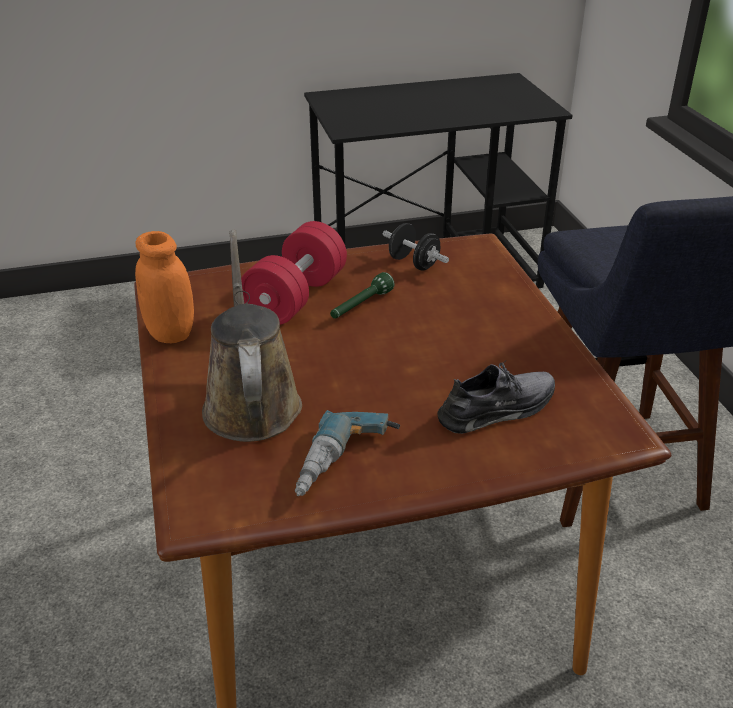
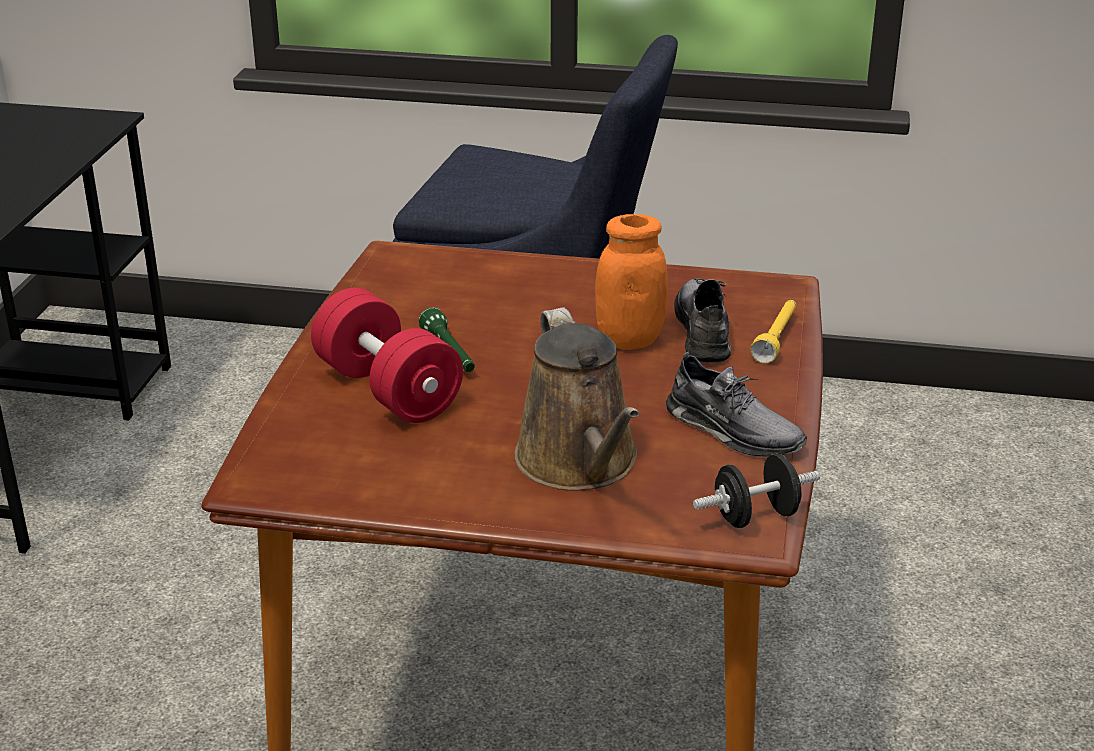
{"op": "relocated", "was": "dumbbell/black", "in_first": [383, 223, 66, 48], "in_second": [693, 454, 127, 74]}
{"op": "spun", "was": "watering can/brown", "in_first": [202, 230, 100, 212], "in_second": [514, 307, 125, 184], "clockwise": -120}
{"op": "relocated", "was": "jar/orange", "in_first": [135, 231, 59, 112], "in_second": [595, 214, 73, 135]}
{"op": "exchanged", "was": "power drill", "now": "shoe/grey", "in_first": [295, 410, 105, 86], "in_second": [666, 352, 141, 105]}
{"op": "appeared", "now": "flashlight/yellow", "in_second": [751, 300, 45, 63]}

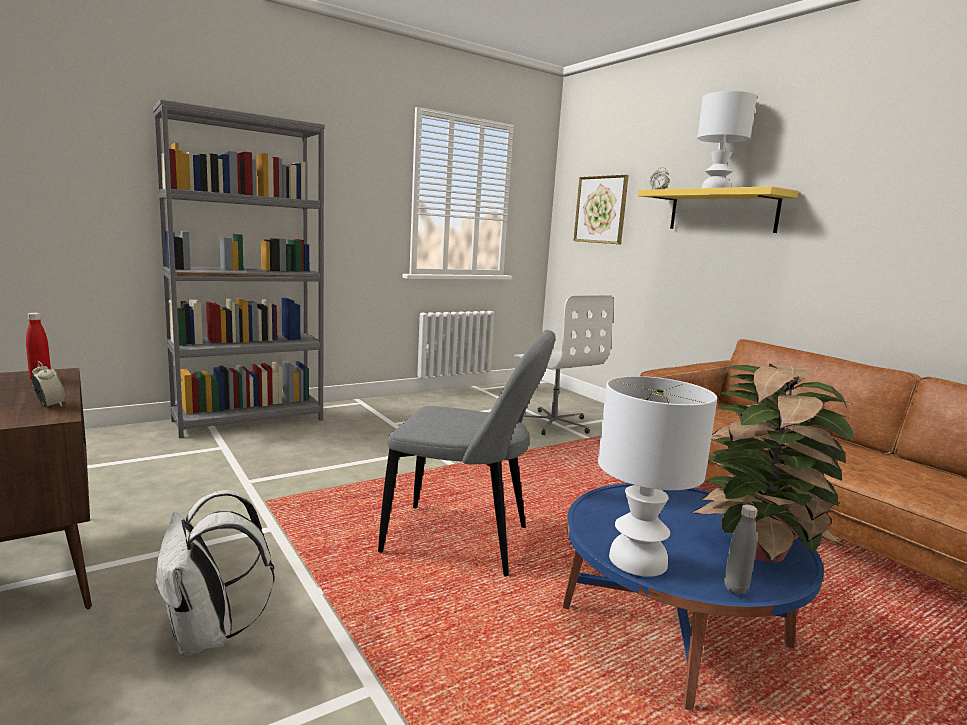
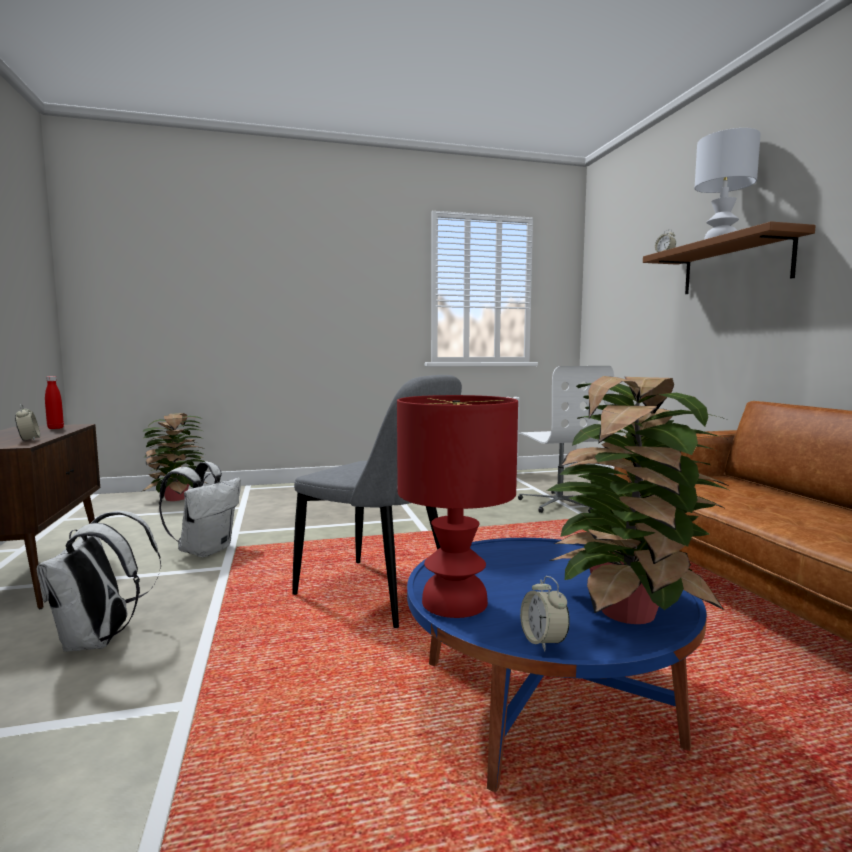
{"op": "missing", "was": "bookcase/grey", "in_first": [153, 99, 172, 340]}
{"op": "missing", "was": "picture", "in_first": [574, 175, 55, 69]}
{"op": "colour", "was": "shelf/yellow", "now": "shelf/brown", "in_first": [638, 186, 161, 47], "in_second": [643, 222, 173, 72]}
{"op": "colour", "was": "table lamp/white", "now": "table lamp/red", "in_first": [598, 376, 119, 201], "in_second": [397, 395, 121, 223]}
{"op": "exchanged", "was": "bottle/grey", "now": "alarm clock", "in_first": [724, 505, 33, 89], "in_second": [520, 576, 50, 76]}
{"op": "appeared", "now": "potted plant", "in_second": [141, 413, 68, 88]}
{"op": "appeared", "now": "backpack/white", "in_second": [159, 461, 82, 96]}

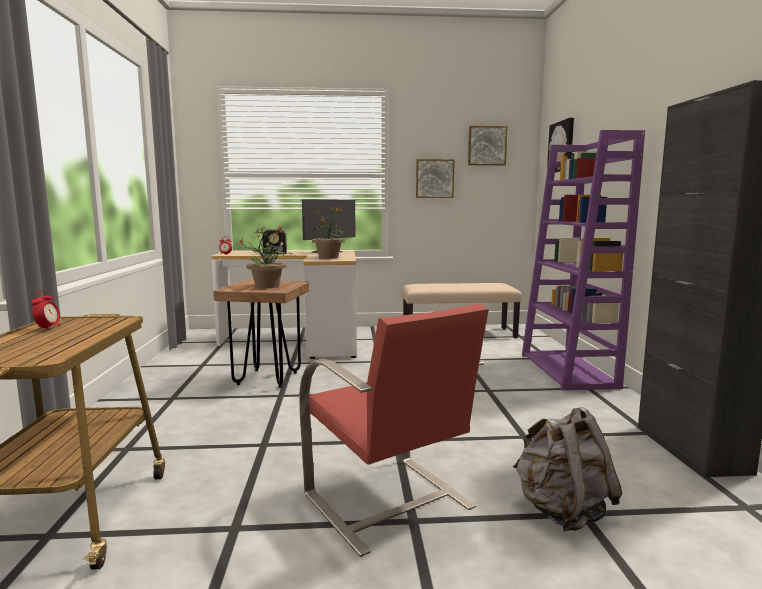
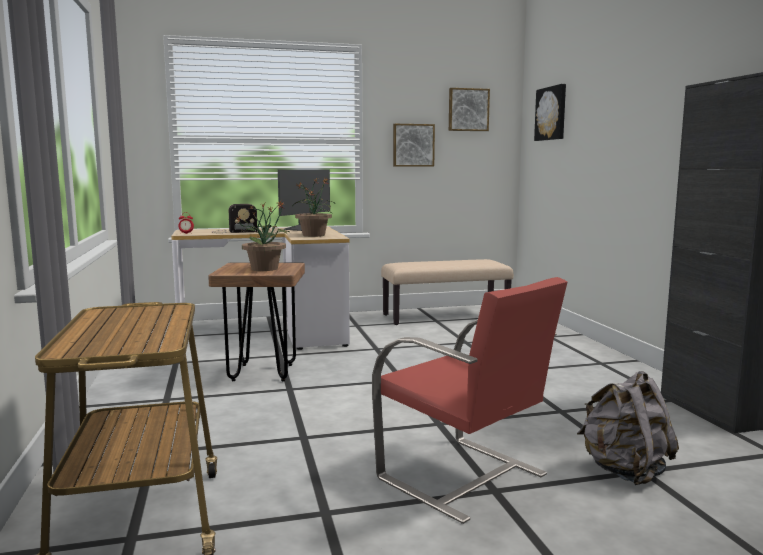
{"op": "missing", "was": "bookcase/purple", "in_first": [522, 130, 123, 260]}
{"op": "missing", "was": "alarm clock", "in_first": [31, 290, 29, 40]}

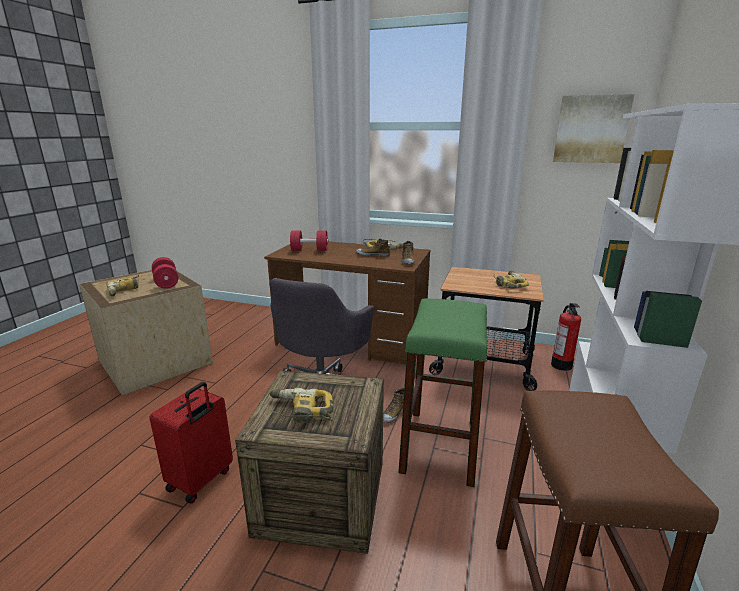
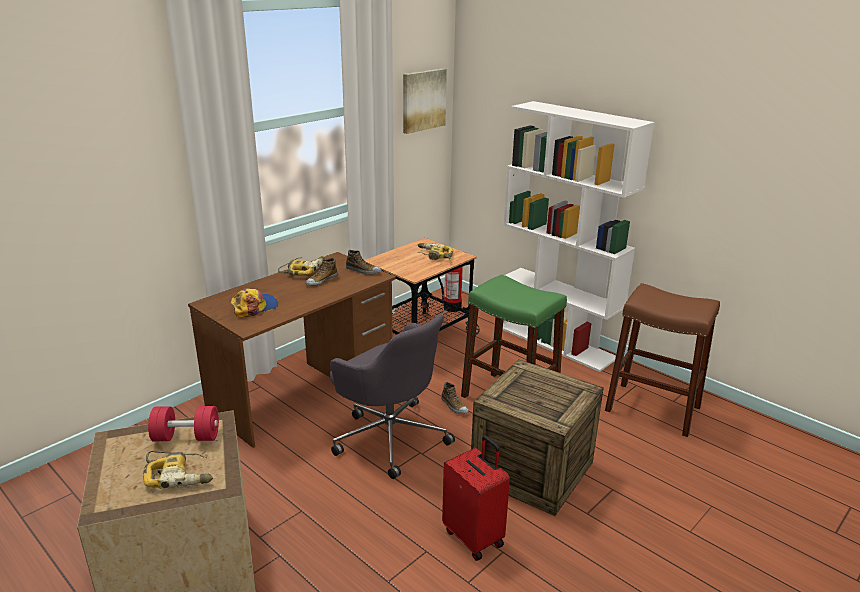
{"op": "exchanged", "was": "dumbbell/red", "now": "cap", "in_first": [290, 231, 38, 20], "in_second": [231, 288, 47, 29]}
{"op": "missing", "was": "power drill", "in_first": [269, 388, 65, 35]}

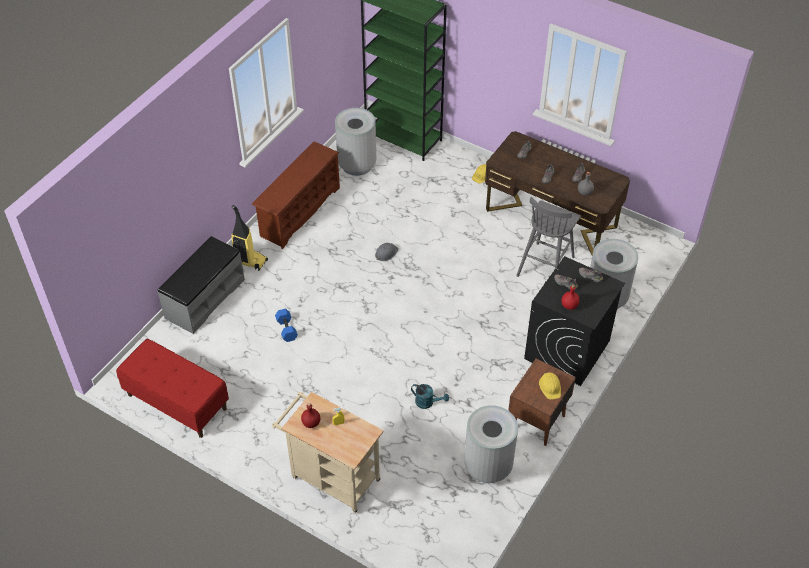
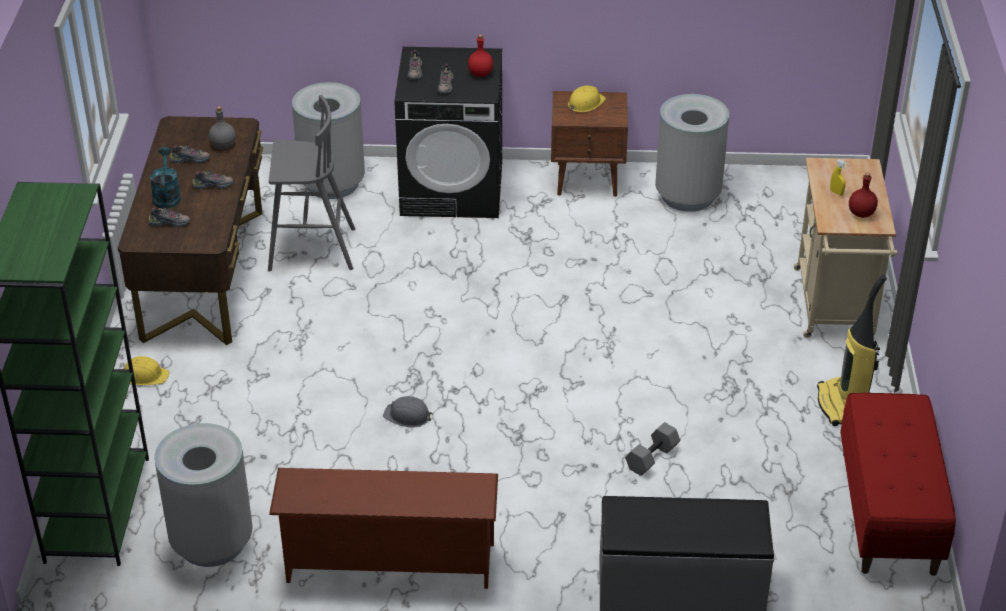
{"op": "relocated", "was": "vacuum cleaner", "in_first": [231, 205, 37, 66], "in_second": [817, 275, 70, 151]}
{"op": "colour", "was": "dumbbell/blue", "now": "dumbbell/grey", "in_first": [275, 309, 23, 33], "in_second": [625, 422, 55, 54]}
{"op": "relocated", "was": "watering can/turquoise", "in_first": [411, 384, 38, 25], "in_second": [150, 147, 31, 62]}

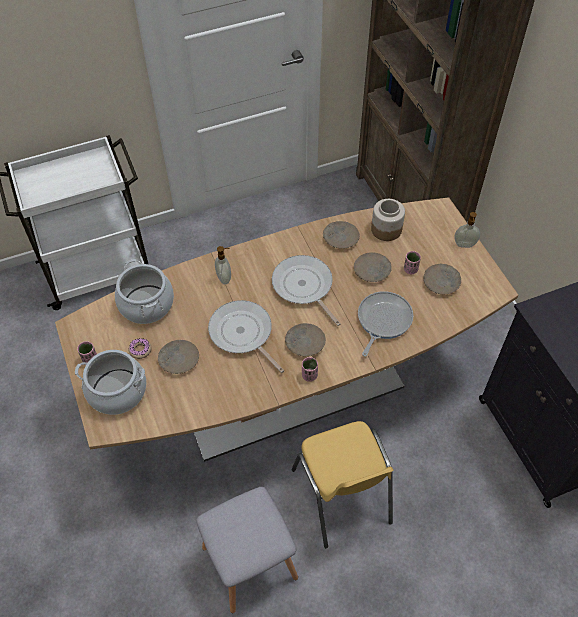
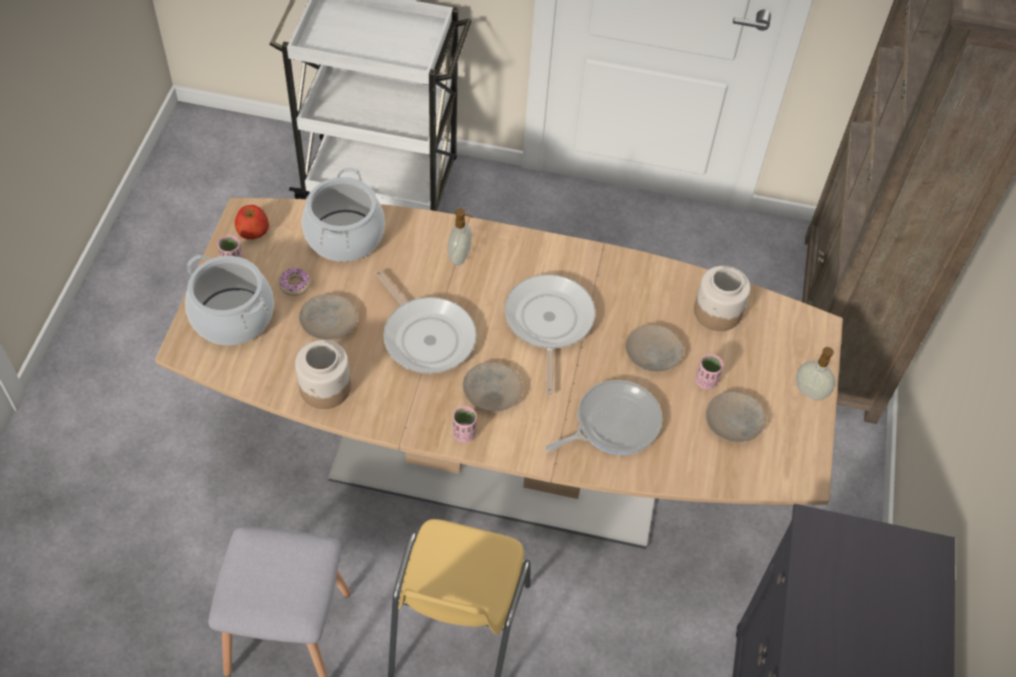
{"op": "missing", "was": "plate/beige", "in_first": [323, 221, 37, 28]}
{"op": "spun", "was": "frying pan", "in_first": [208, 300, 76, 73], "in_second": [375, 270, 102, 104], "clockwise": 150}
{"op": "appeared", "now": "apple", "in_second": [235, 205, 34, 34]}
{"op": "appeared", "now": "jar", "in_second": [295, 340, 56, 69]}

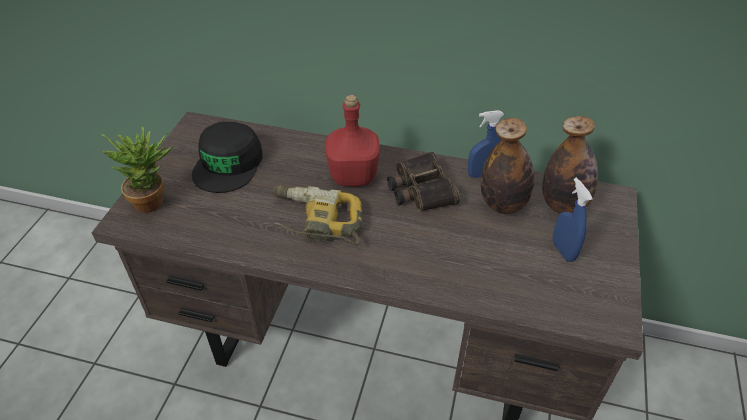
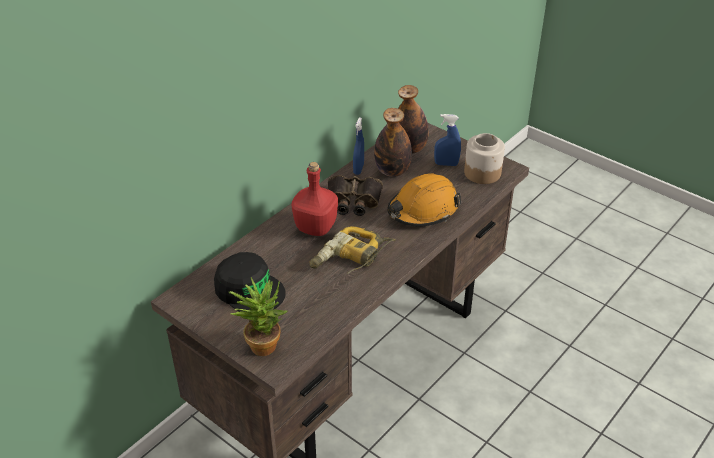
{"op": "appeared", "now": "jar", "in_second": [464, 133, 41, 51]}
{"op": "appeared", "now": "hard hat/orange", "in_second": [387, 173, 74, 54]}

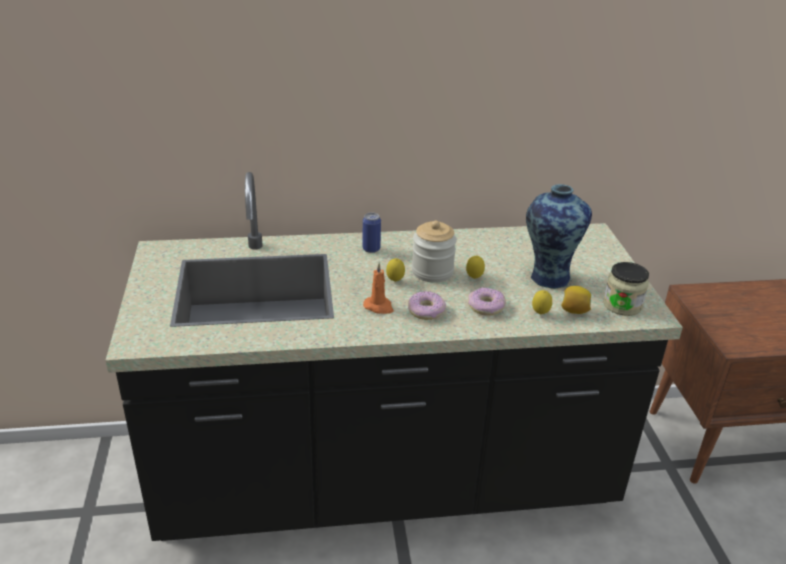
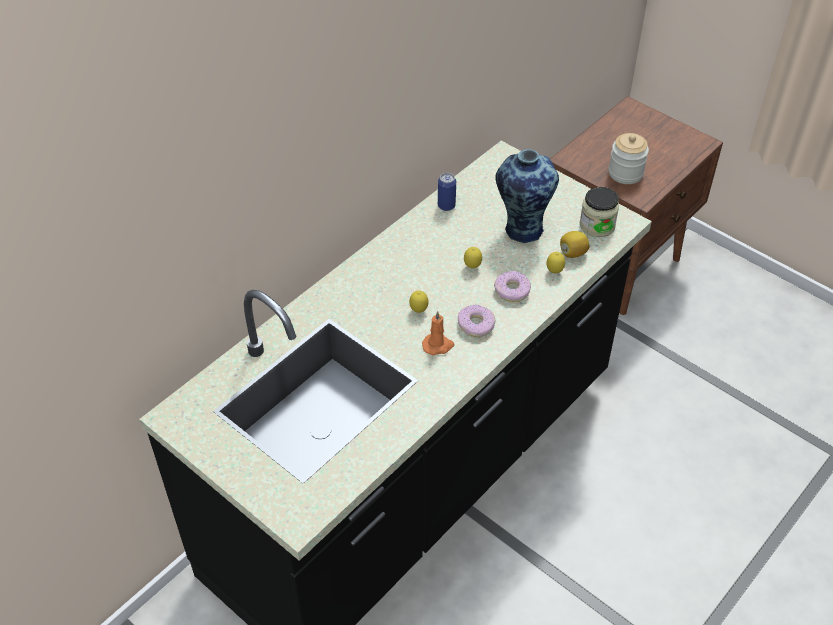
{"op": "relocated", "was": "can", "in_first": [362, 213, 19, 40], "in_second": [438, 173, 18, 38]}
{"op": "relocated", "was": "jar", "in_first": [412, 221, 45, 62], "in_second": [609, 133, 40, 51]}

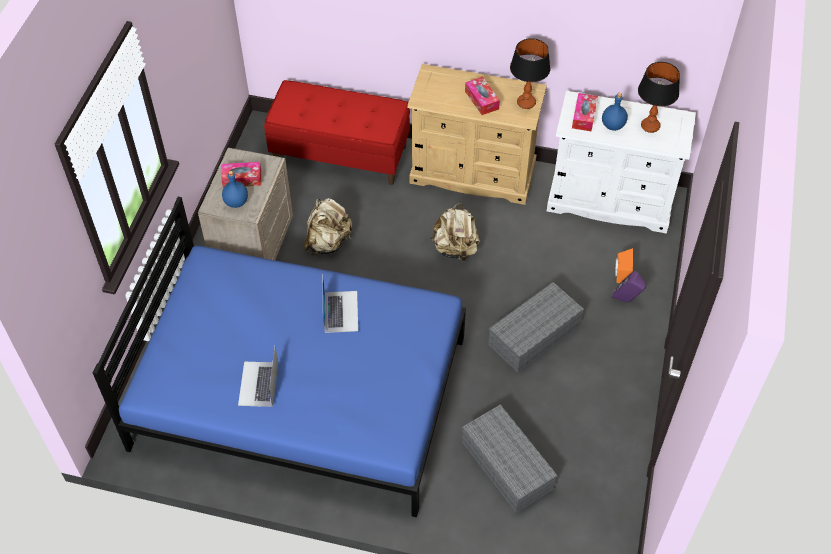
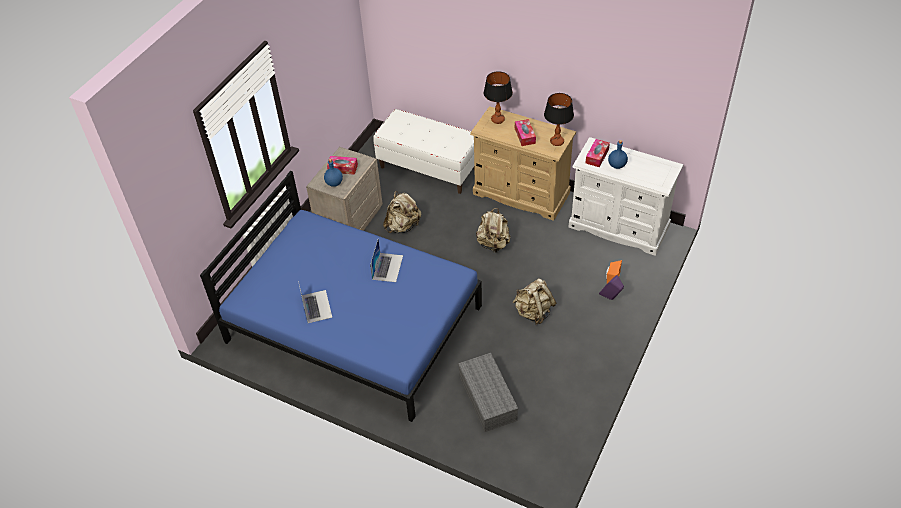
{"op": "relocated", "was": "table lamp", "in_first": [638, 62, 42, 71], "in_second": [484, 71, 29, 53]}
{"op": "colour", "was": "bench/red", "now": "bench/white", "in_first": [264, 80, 146, 105], "in_second": [373, 109, 102, 85]}
{"op": "exchanged", "was": "storage box/grey", "now": "backpack/beige", "in_first": [488, 282, 96, 90], "in_second": [513, 279, 43, 46]}
{"op": "spun", "was": "laptop", "in_first": [238, 347, 40, 60], "in_second": [298, 281, 34, 42], "clockwise": 150}

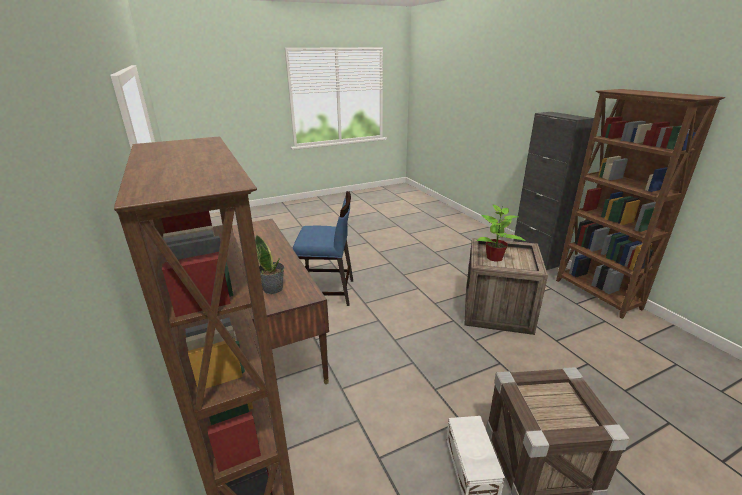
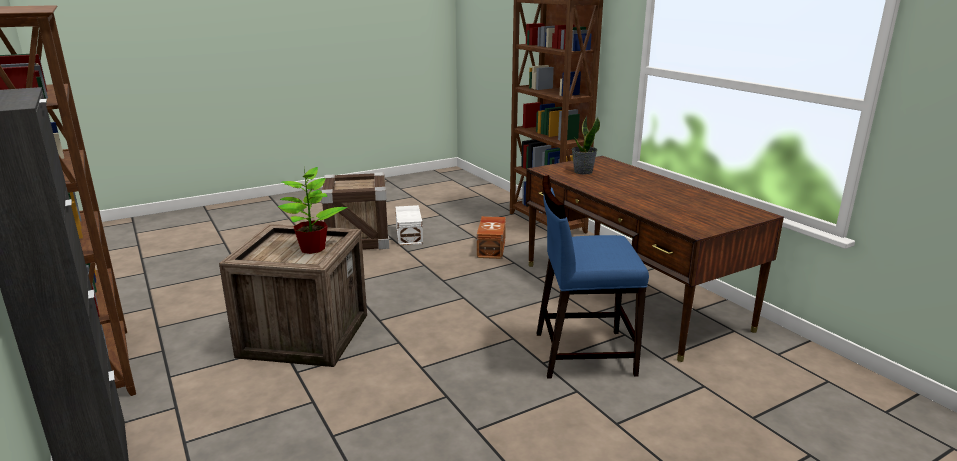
{"op": "appeared", "now": "storage box/brown", "in_second": [477, 216, 29, 43]}

